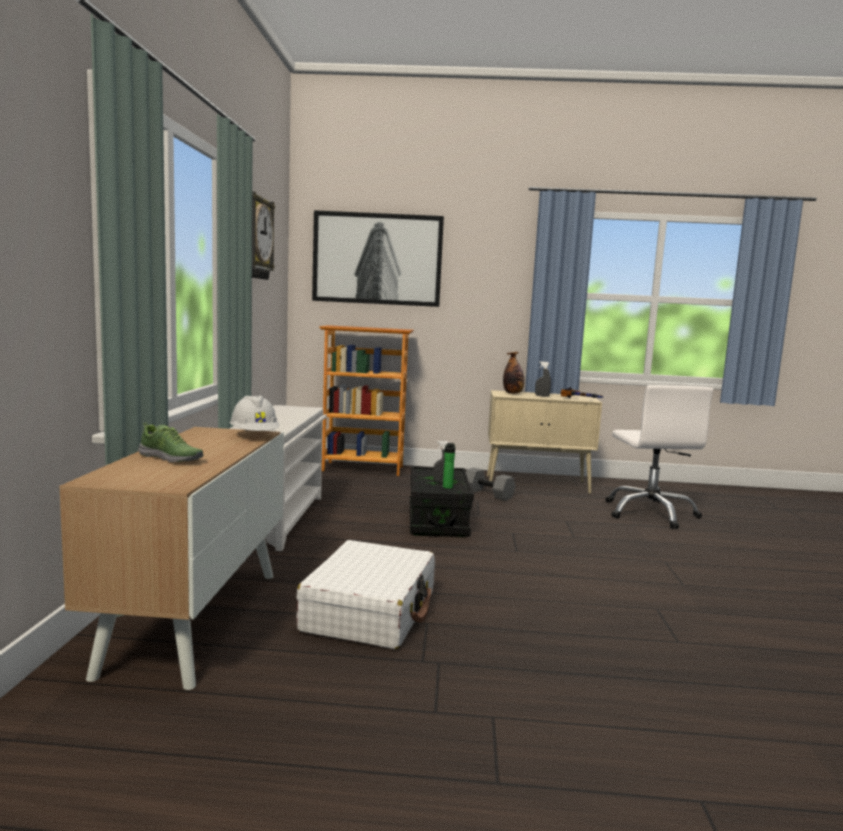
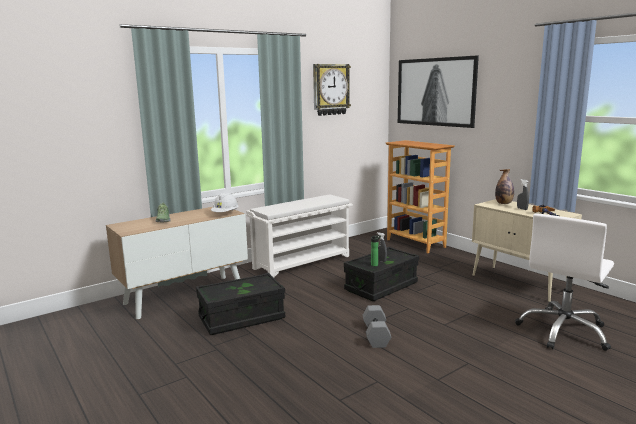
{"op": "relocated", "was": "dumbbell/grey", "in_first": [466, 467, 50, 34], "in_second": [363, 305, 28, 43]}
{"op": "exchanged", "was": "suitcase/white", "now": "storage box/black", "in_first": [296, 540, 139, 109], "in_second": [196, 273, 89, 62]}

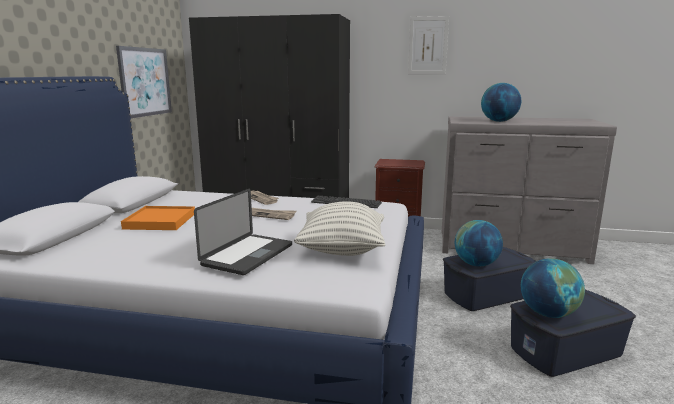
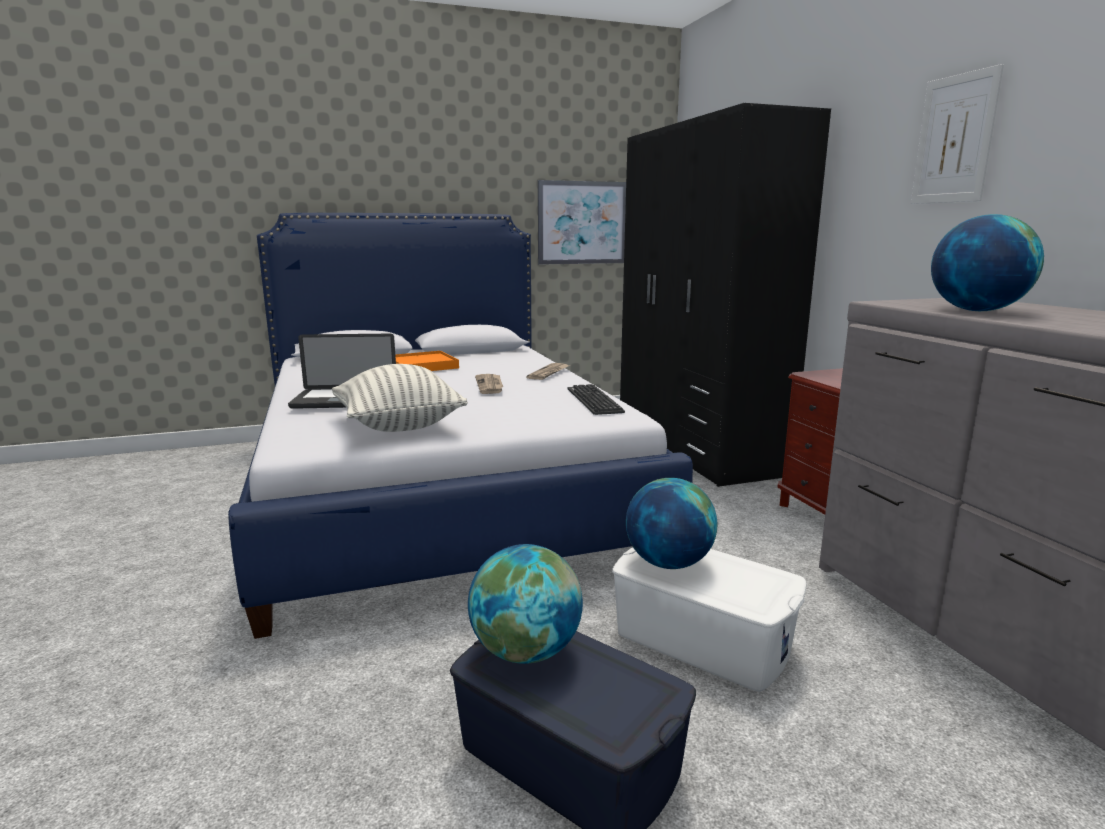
{"op": "colour", "was": "storage box/blue", "now": "storage box/white", "in_first": [443, 247, 93, 64], "in_second": [612, 547, 195, 145]}

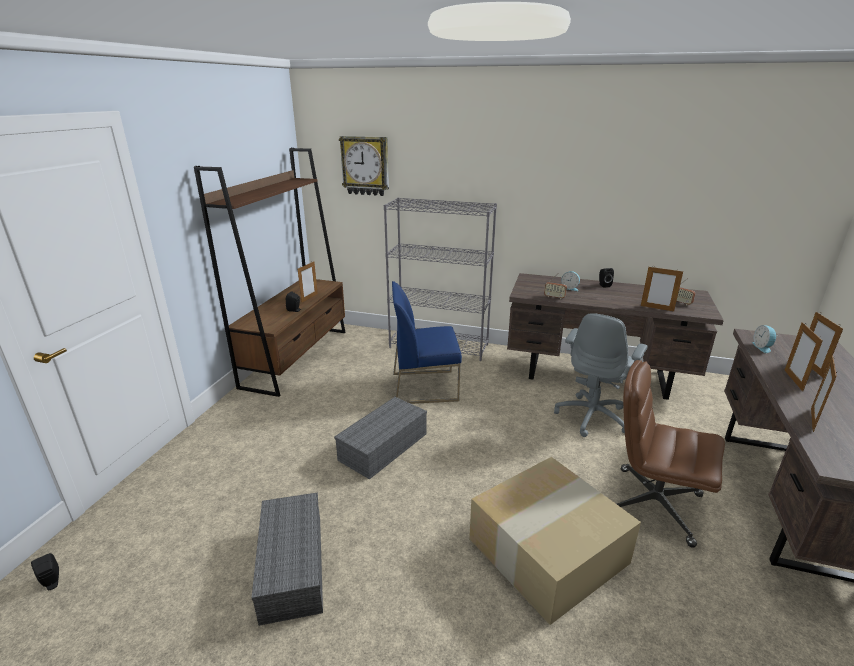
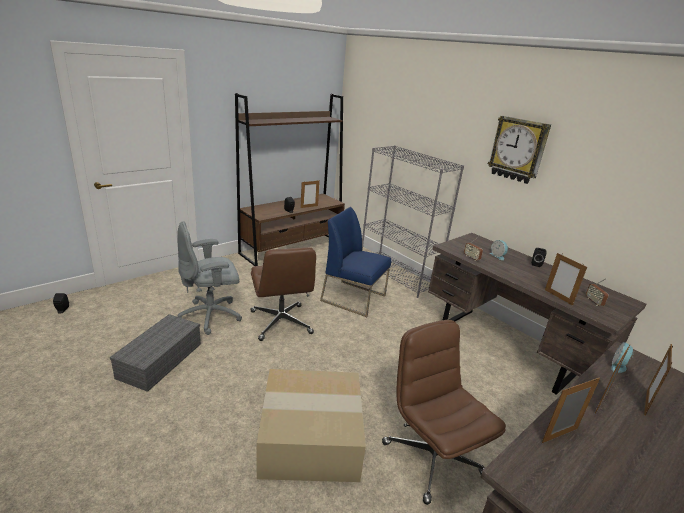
{"op": "relocated", "was": "wall clock", "in_first": [339, 136, 50, 60], "in_second": [488, 116, 63, 68]}
{"op": "relocated", "was": "office chair/grey", "in_first": [554, 313, 94, 124], "in_second": [177, 221, 65, 114]}
{"op": "exchanged", "was": "storage box/grey", "now": "office chair/brown", "in_first": [334, 397, 93, 82], "in_second": [251, 247, 65, 94]}

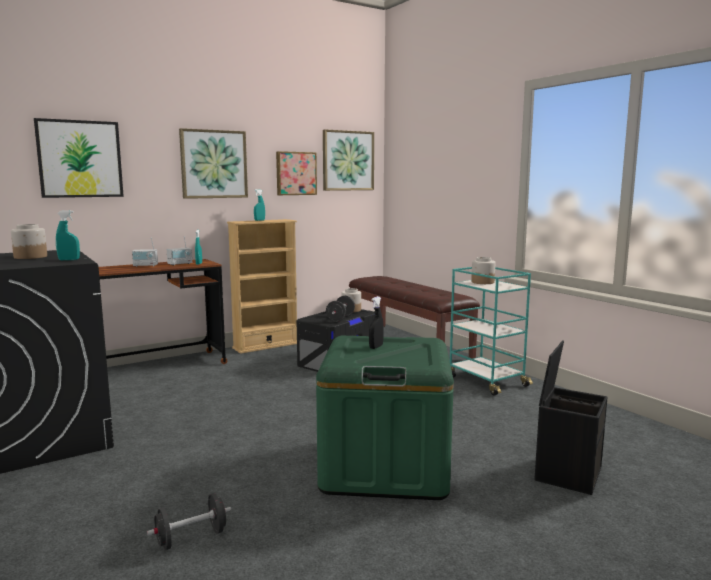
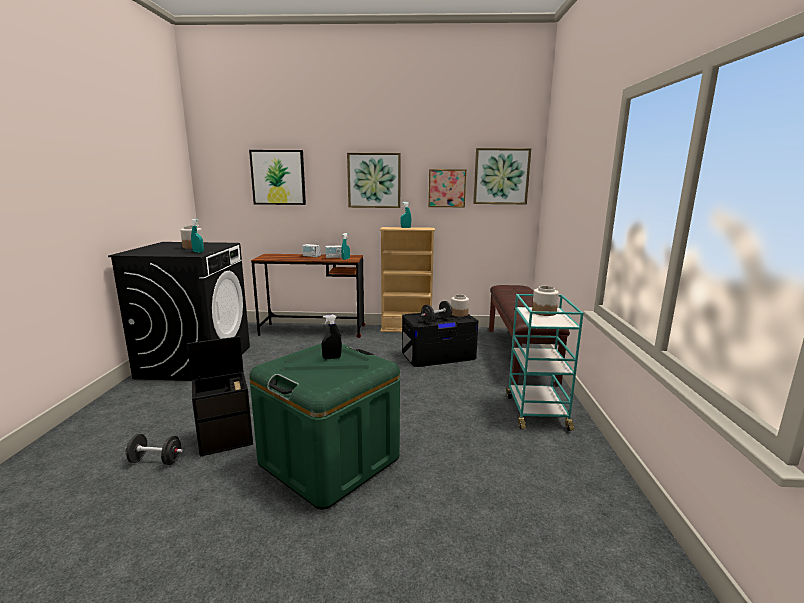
{"op": "relocated", "was": "storage box/black", "in_first": [534, 340, 73, 155], "in_second": [187, 336, 66, 121]}

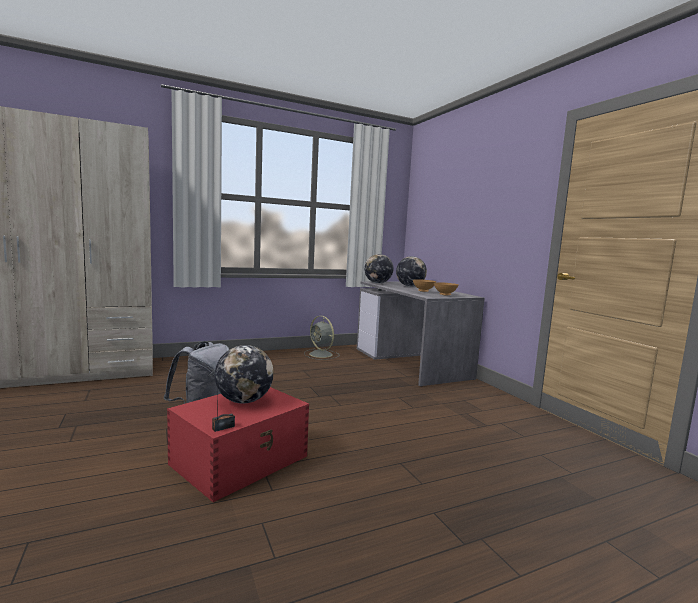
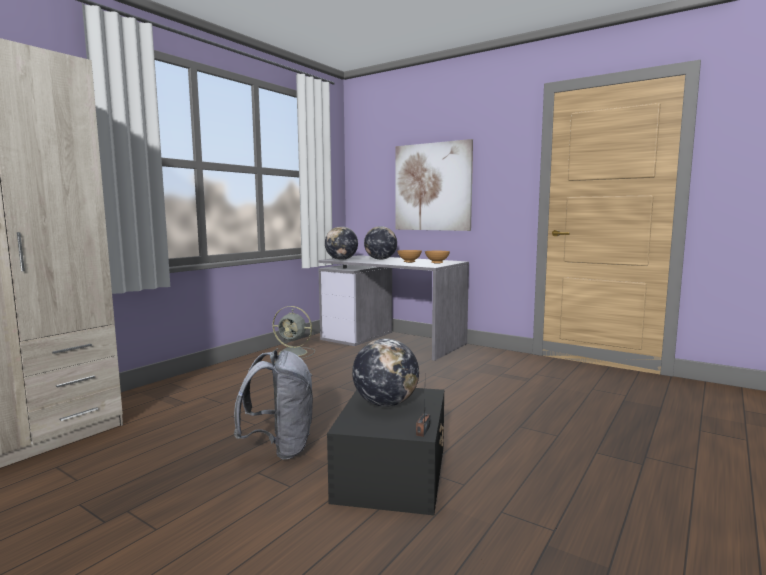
{"op": "colour", "was": "storage box/red", "now": "storage box/black", "in_first": [167, 387, 142, 115], "in_second": [327, 388, 117, 127]}
{"op": "appeared", "now": "picture", "in_second": [395, 139, 78, 92]}

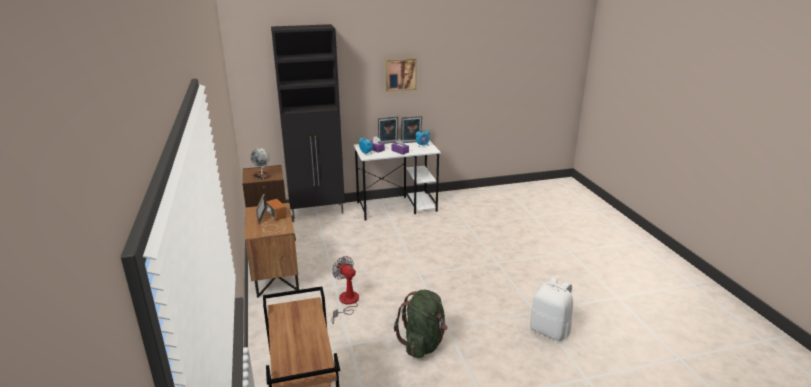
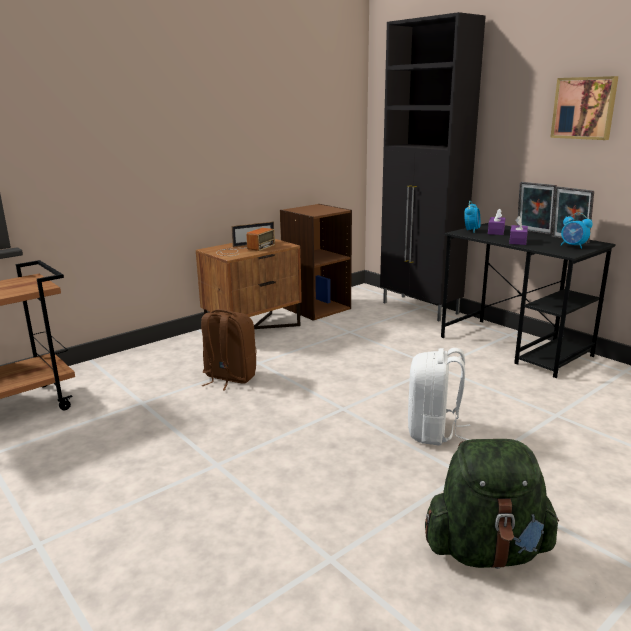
{"op": "colour", "was": "desk/white", "now": "desk/black", "in_first": [354, 141, 87, 79], "in_second": [441, 223, 174, 155]}
{"op": "missing", "was": "globe", "in_first": [250, 148, 22, 32]}
{"op": "exchanged", "was": "fan", "now": "backpack/brown", "in_first": [331, 256, 28, 68], "in_second": [201, 309, 56, 82]}
{"op": "relocated", "was": "backpack/white", "in_first": [530, 277, 43, 64], "in_second": [408, 348, 63, 98]}
{"op": "relocated", "was": "backpack/green", "in_first": [394, 290, 54, 68], "in_second": [425, 439, 134, 130]}

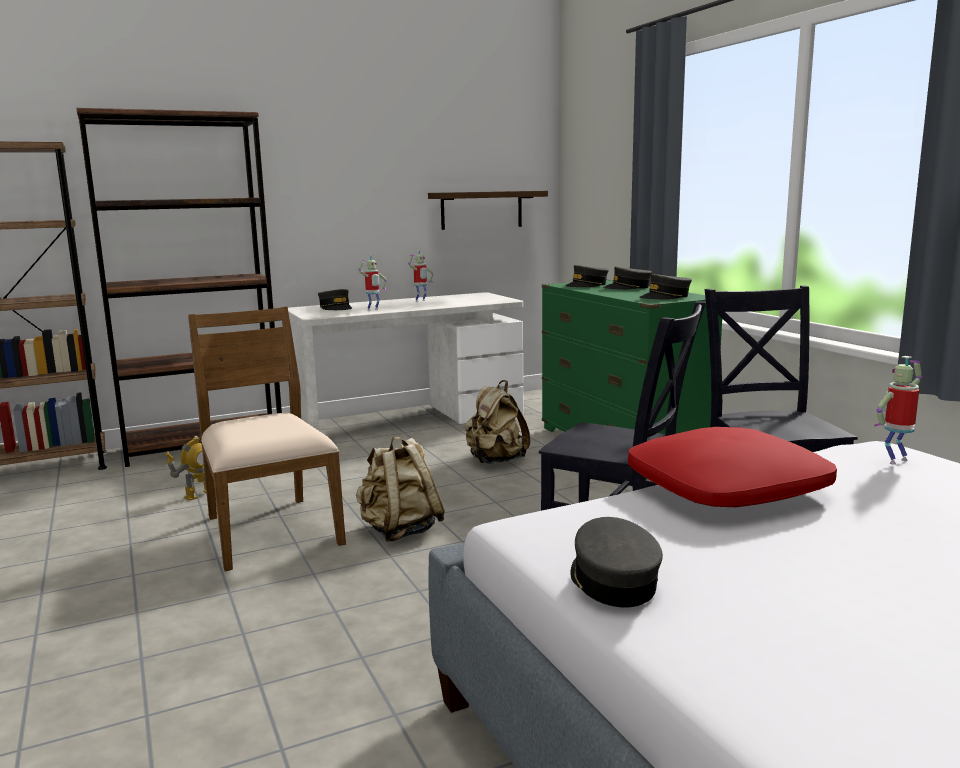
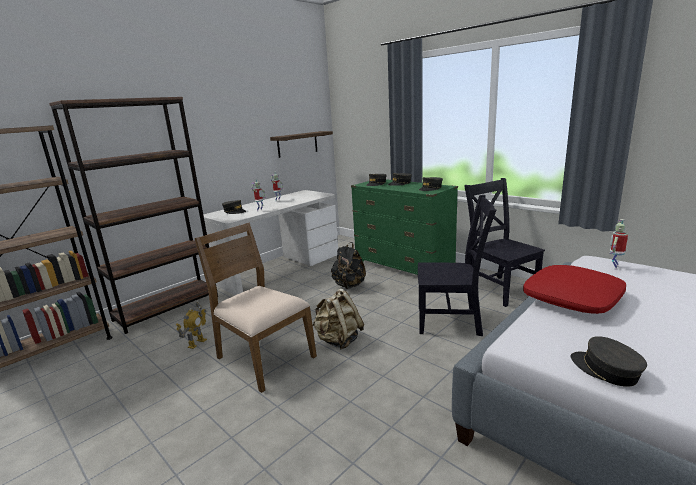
{"op": "colour", "was": "backpack/beige", "now": "backpack/black", "in_first": [465, 380, 65, 84], "in_second": [331, 242, 35, 47]}

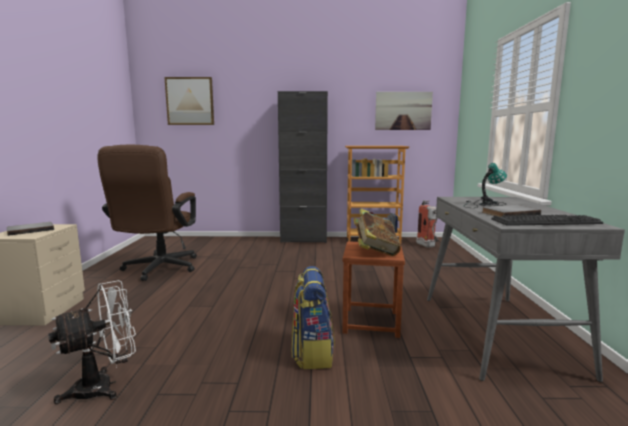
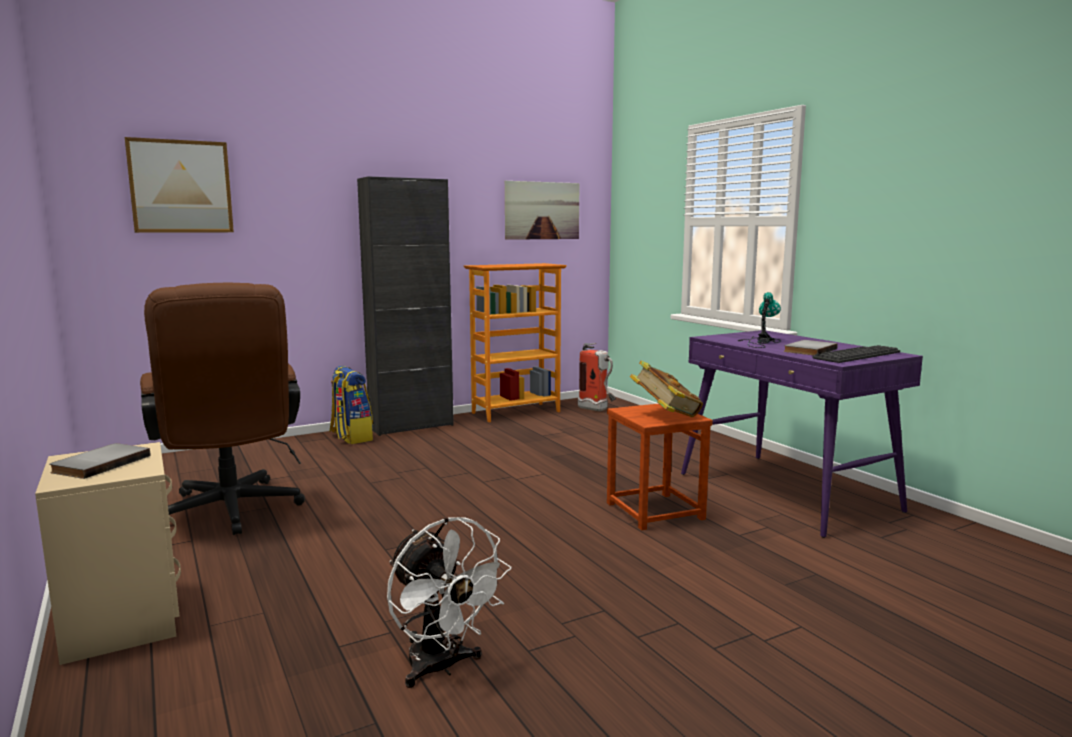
{"op": "colour", "was": "desk/grey", "now": "desk/purple", "in_first": [427, 197, 198, 185], "in_second": [681, 330, 242, 208]}
{"op": "relocated", "was": "backpack", "in_first": [292, 266, 43, 103], "in_second": [329, 366, 44, 78]}
{"op": "spun", "was": "fan/white", "in_first": [48, 280, 88, 124], "in_second": [387, 517, 125, 171], "clockwise": 120}

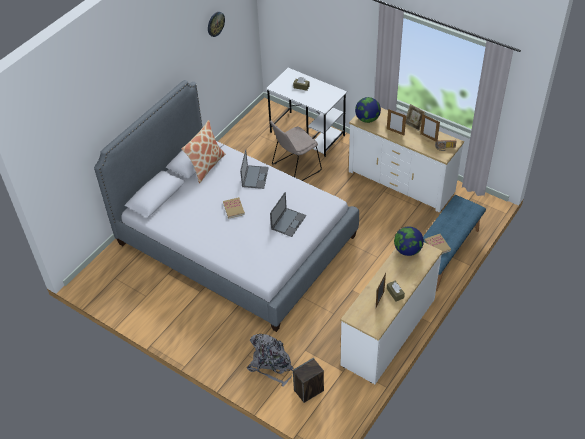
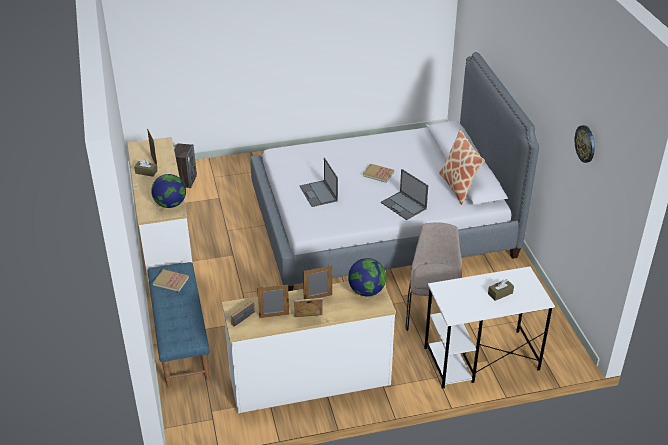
{"op": "missing", "was": "backpack/grey", "in_first": [247, 334, 47, 53]}

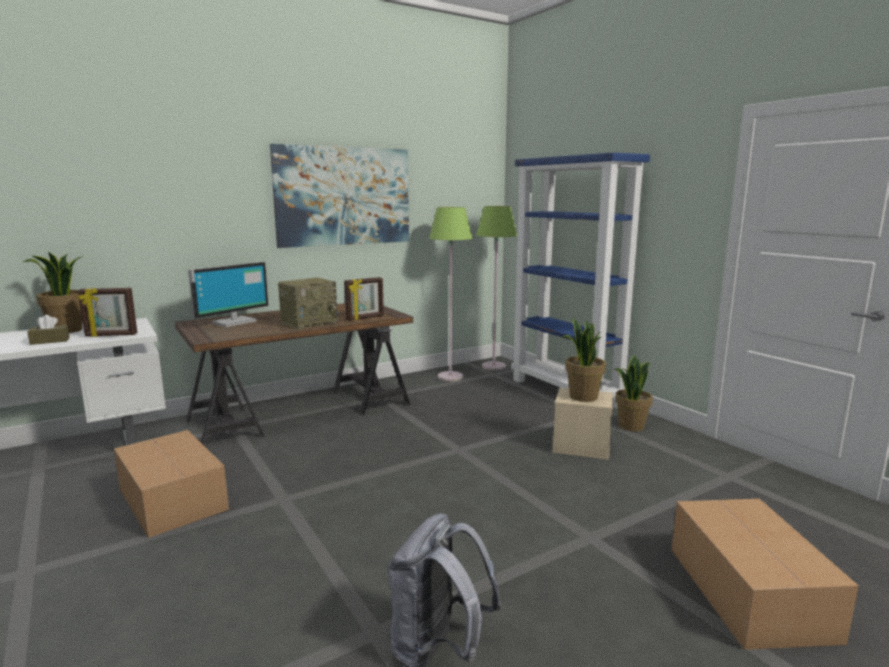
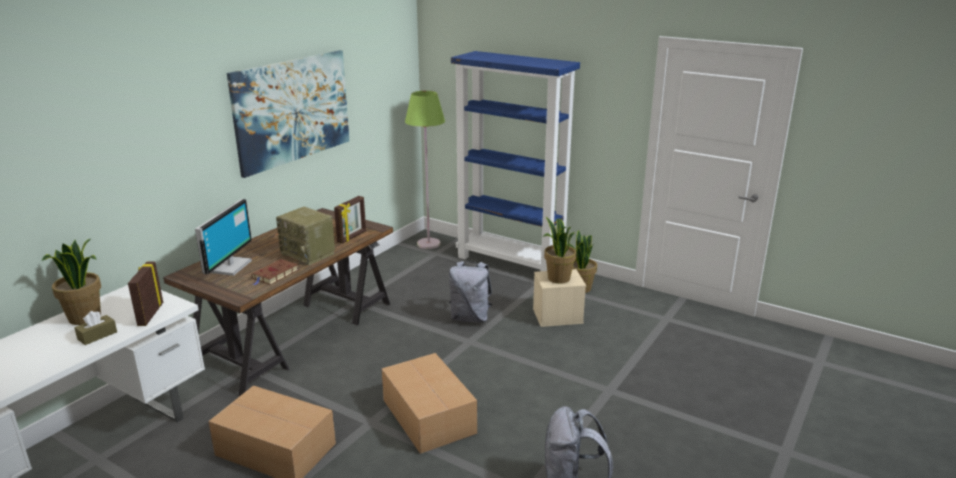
{"op": "missing", "was": "floor lamp/green", "in_first": [429, 207, 44, 174]}
{"op": "spun", "was": "radio", "in_first": [278, 277, 62, 53], "in_second": [276, 207, 59, 58], "clockwise": 105}
{"op": "spun", "was": "picture frame", "in_first": [78, 288, 59, 49], "in_second": [128, 261, 35, 65], "clockwise": 120}
{"op": "relocated", "was": "cardboard box", "in_first": [672, 499, 187, 151], "in_second": [381, 353, 96, 101]}
{"op": "appeared", "now": "book/brown", "in_second": [252, 259, 46, 26]}
{"op": "appeared", "now": "backpack/grey", "in_second": [449, 261, 44, 61]}

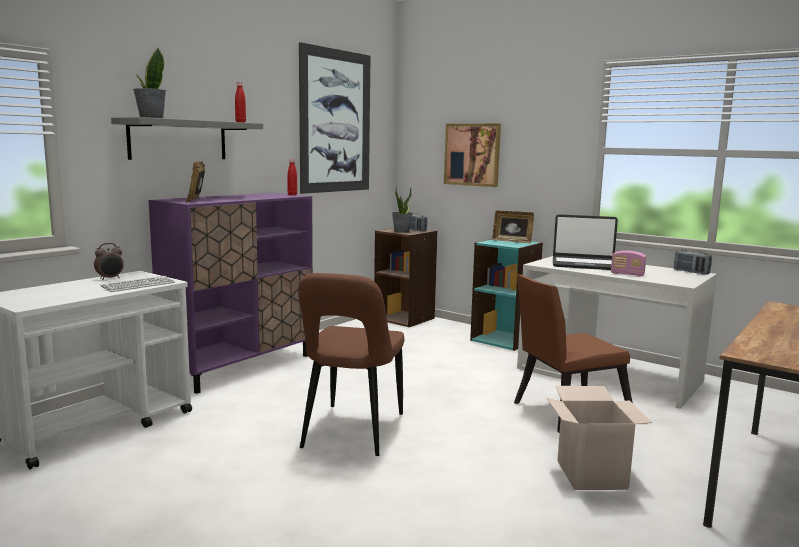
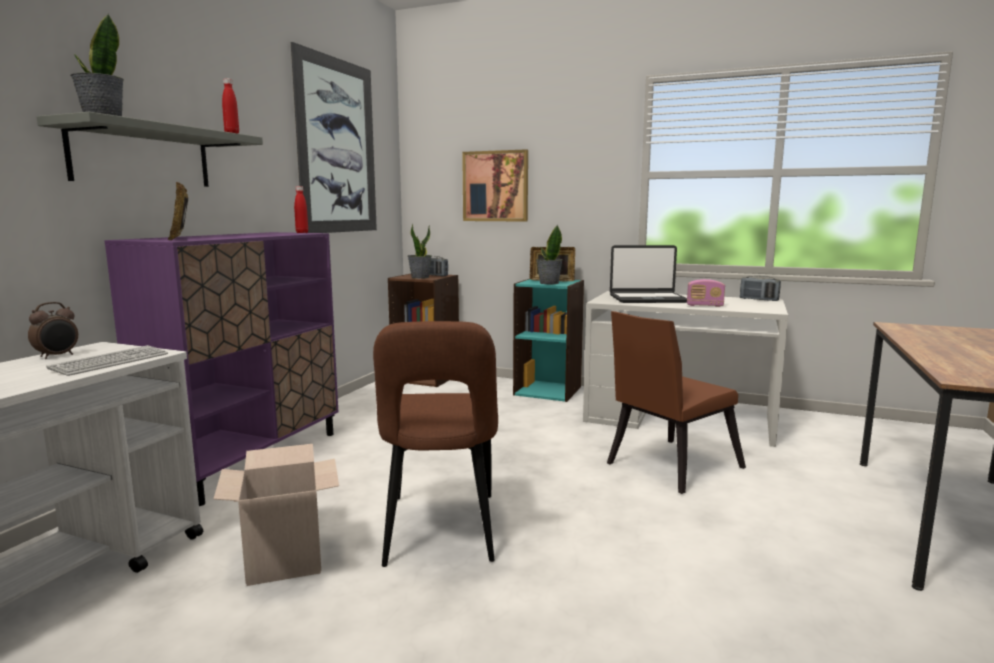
{"op": "relocated", "was": "cardboard box", "in_first": [547, 386, 105, 104], "in_second": [213, 444, 126, 142]}
{"op": "appeared", "now": "potted plant", "in_second": [536, 225, 27, 59]}

